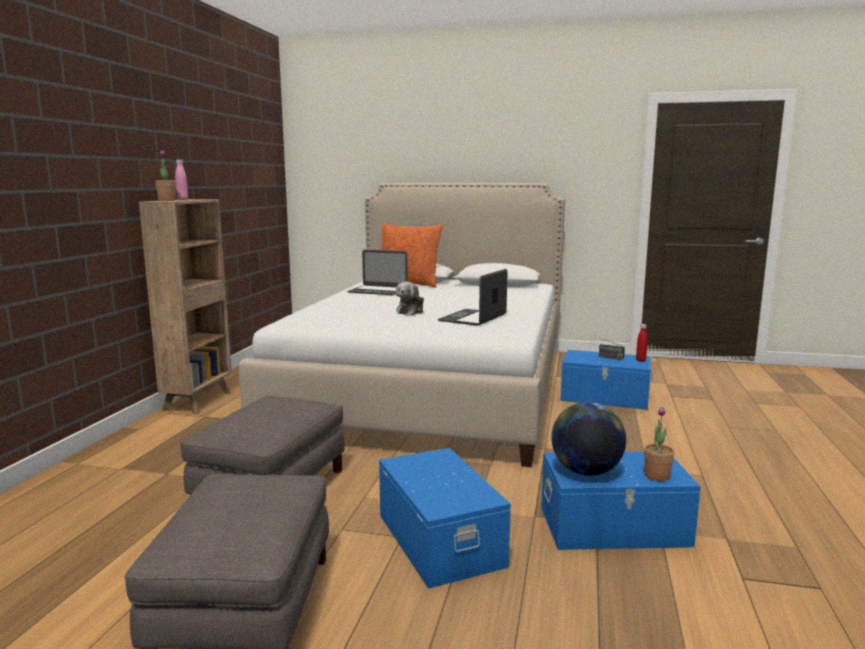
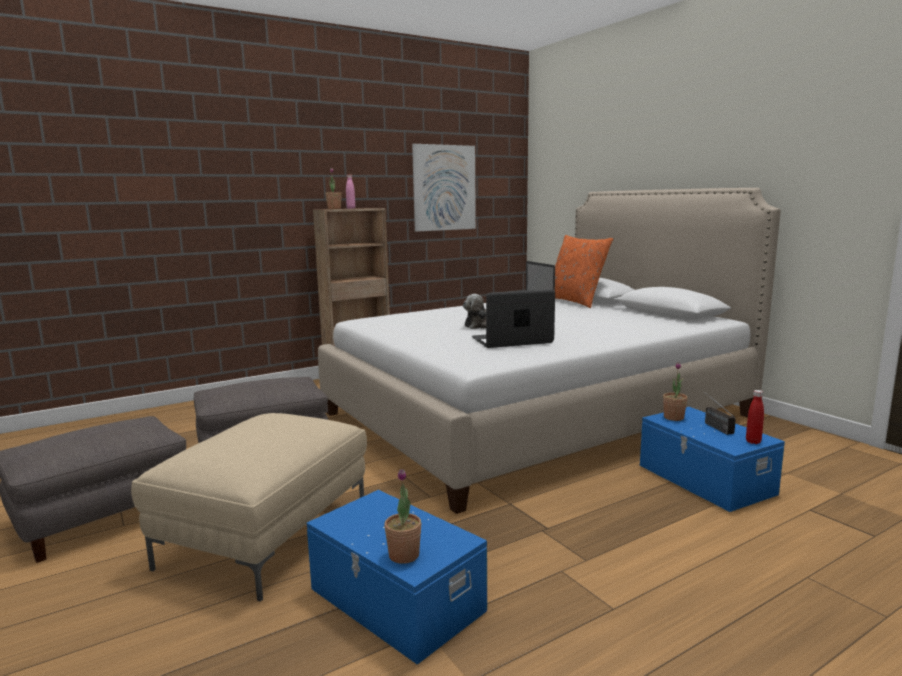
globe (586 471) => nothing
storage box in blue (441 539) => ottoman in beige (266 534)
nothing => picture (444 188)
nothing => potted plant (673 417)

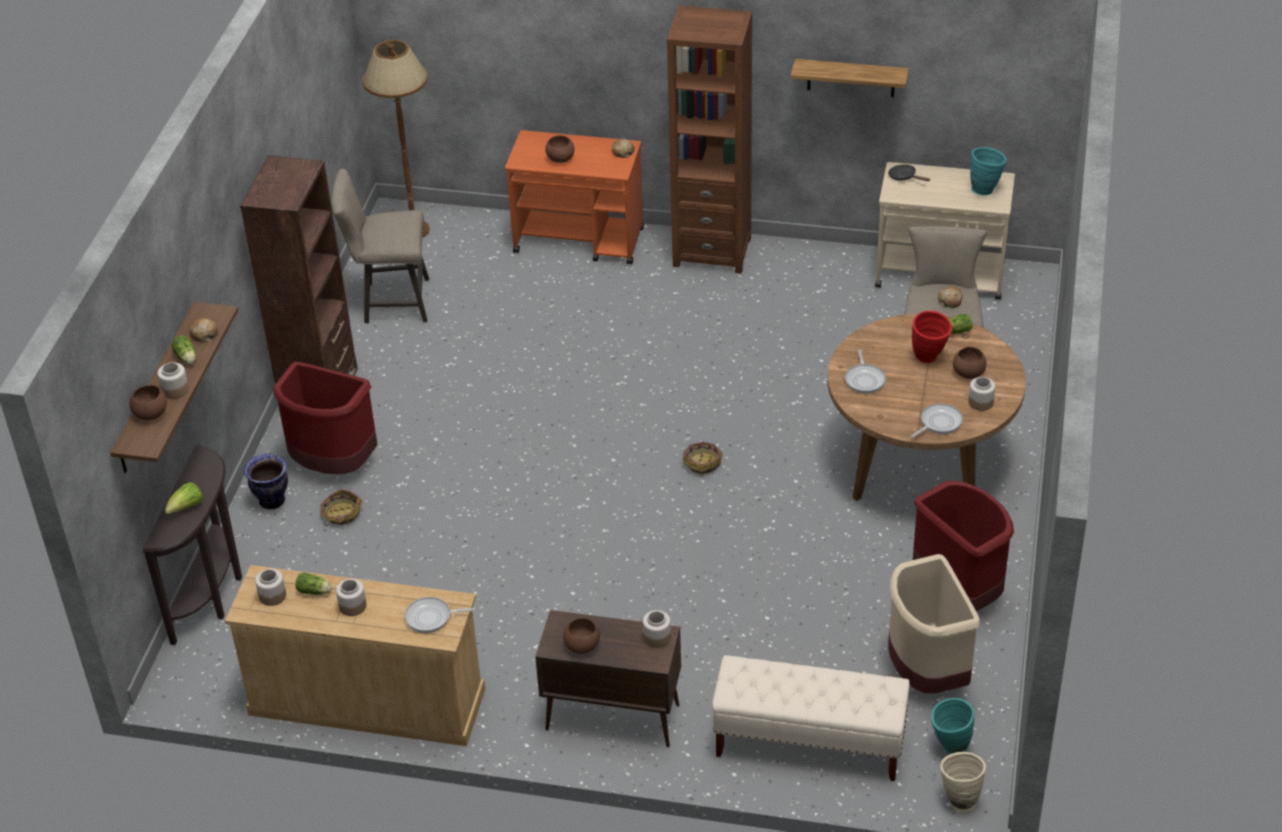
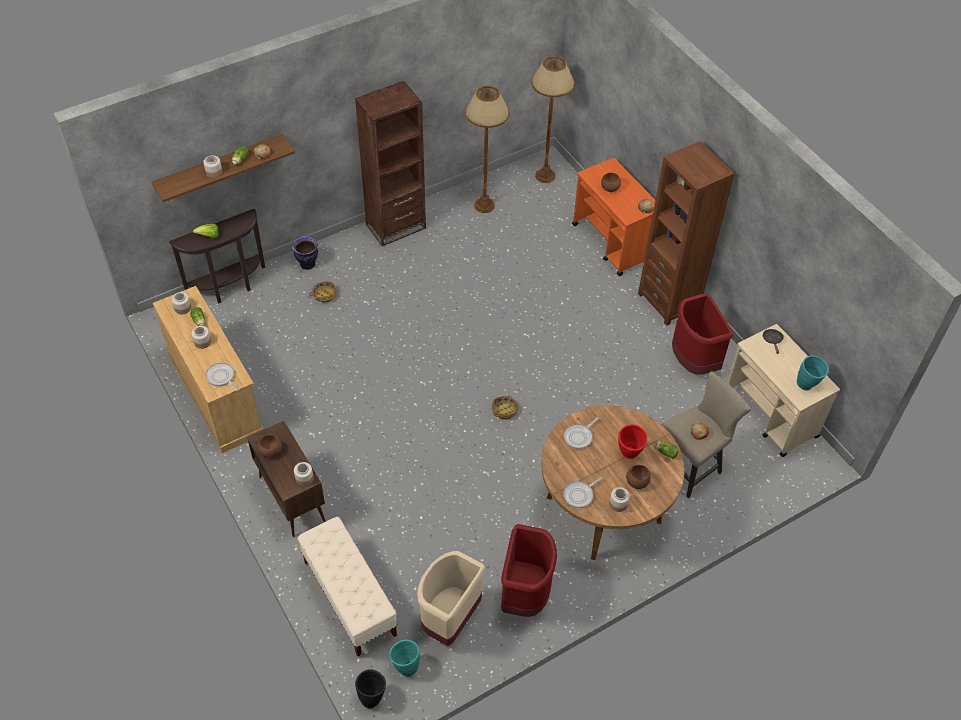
shelf (851 78) => nothing
stool in beige (390 302) => floor lamp in brown (484 205)
trash can in red (333 464) => trash can in red (693 361), moved
bowl in brown (151 413) => nothing
frying pan (938 423) => frying pan (580 495), 135 degrees clockwise
vase in beige (959 798) => vase in black (372 696)

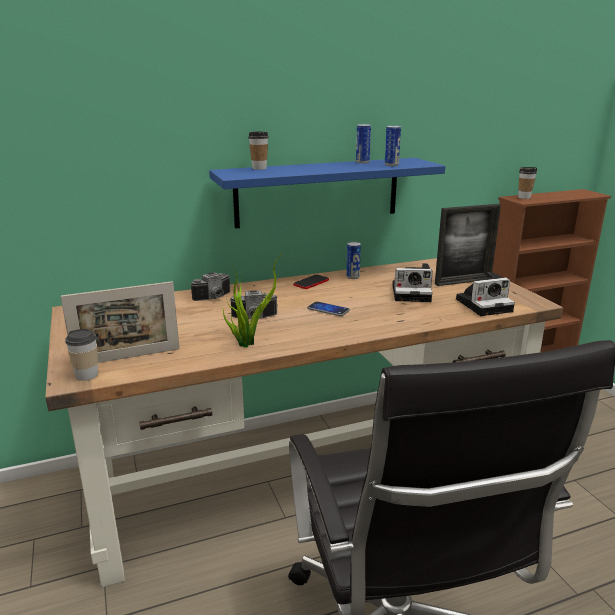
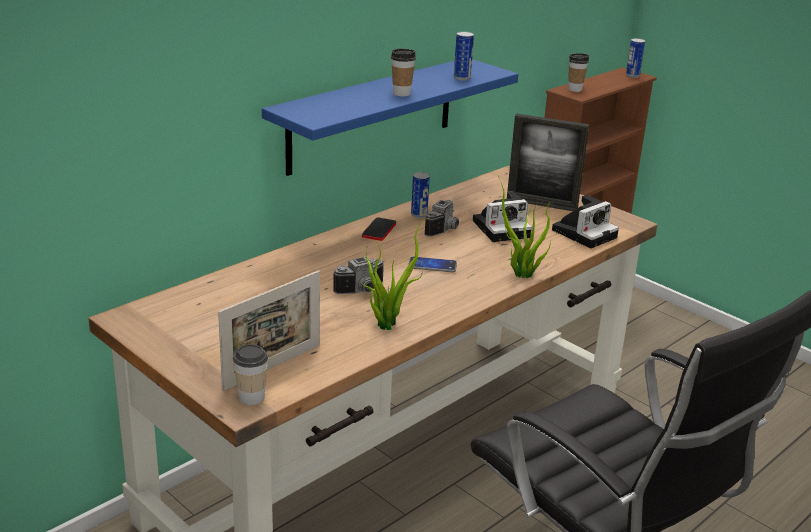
can (362 162) => can (632 75), moved
cup (259 168) => cup (401 93), moved
picture frame (463 281) => picture frame (541 204), 60 degrees clockwise
photo camera (214 298) => photo camera (445 230), moved
nothing => potted plant (521 275)

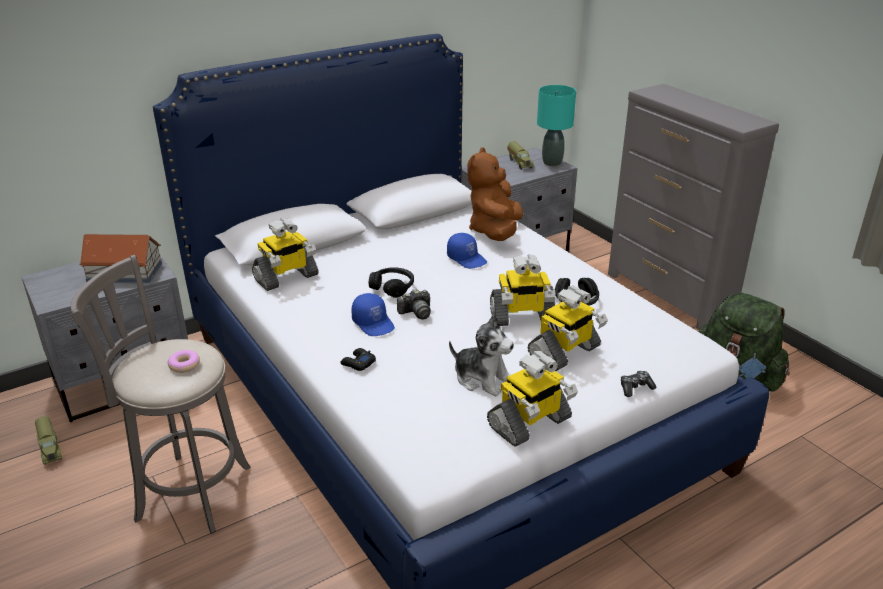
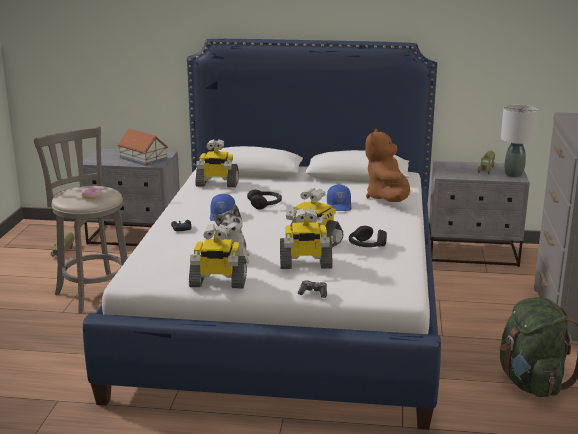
table lamp in turquoise (552 163) => table lamp in grey (513 175)
plush toy in brown (495 231) => plush toy in brown (388 199), 45 degrees counterclockwise
photo camera (416 313) => nothing

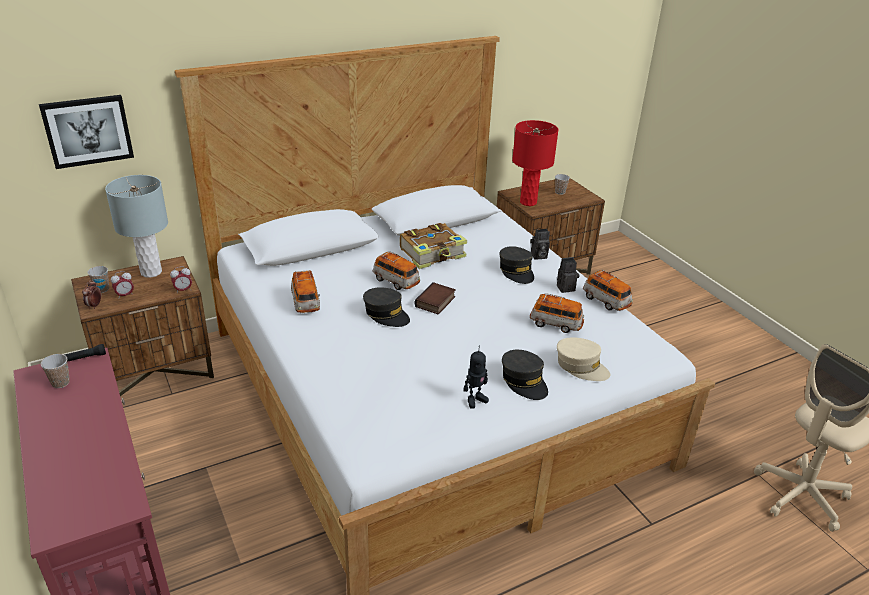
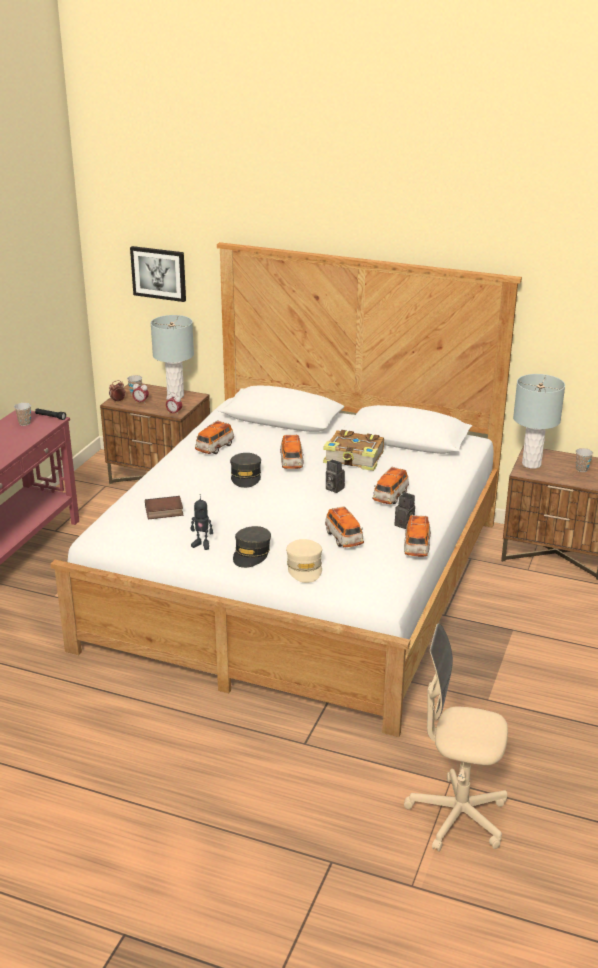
table lamp in red (528 202) => table lamp in grey (531 464)
photo camera (538 256) => photo camera (333 488), moved
cap in grey (516 271) => toy car (390 497)
book (436 302) => book (163 512), moved

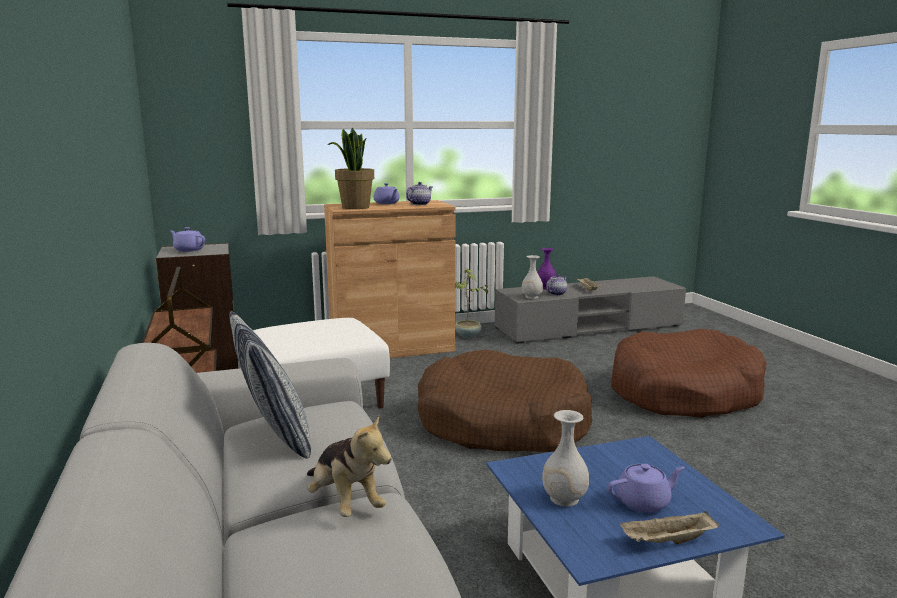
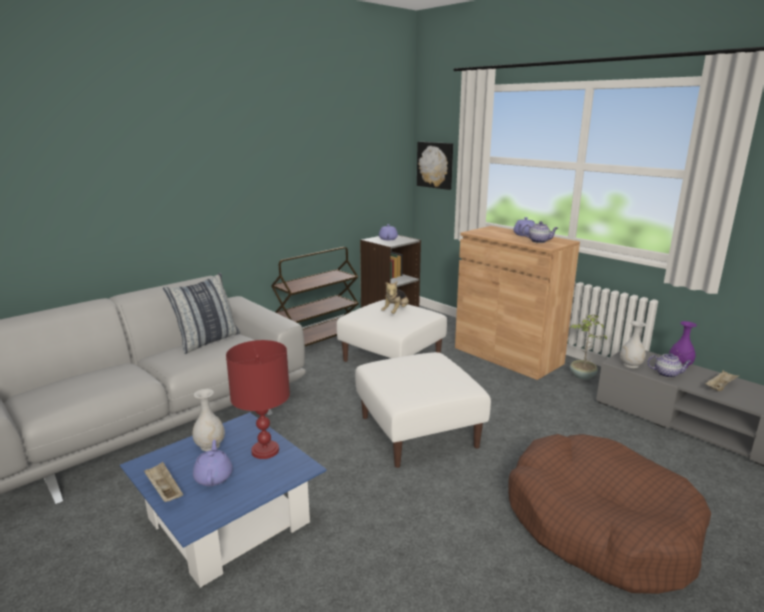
potted plant (355 207) => nothing
dog bed in brown (502 423) => ottoman in white (419 432)
plush toy (345 503) => plush toy (396 312), moved
teapot in purple (644 502) => teapot in purple (214 477), 150 degrees counterclockwise
nothing => picture (435 165)
nothing => table lamp in red (265 451)

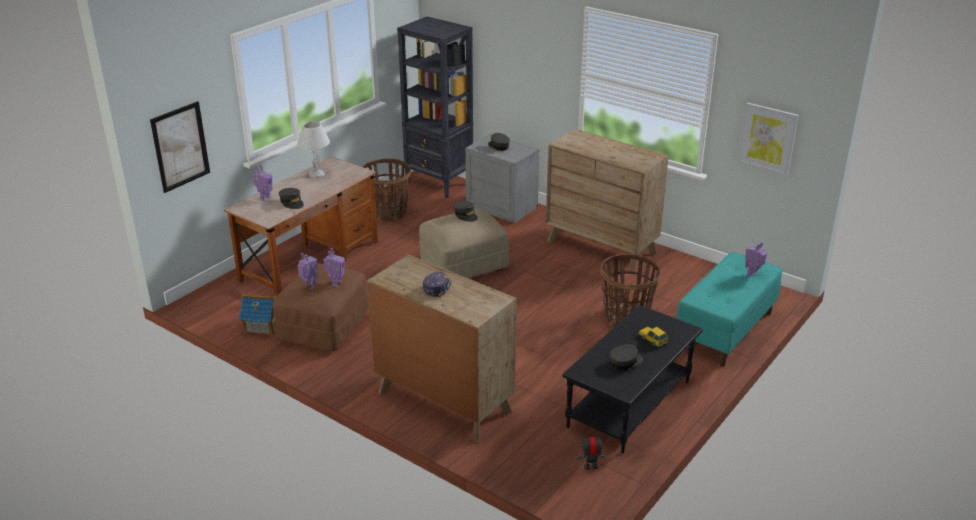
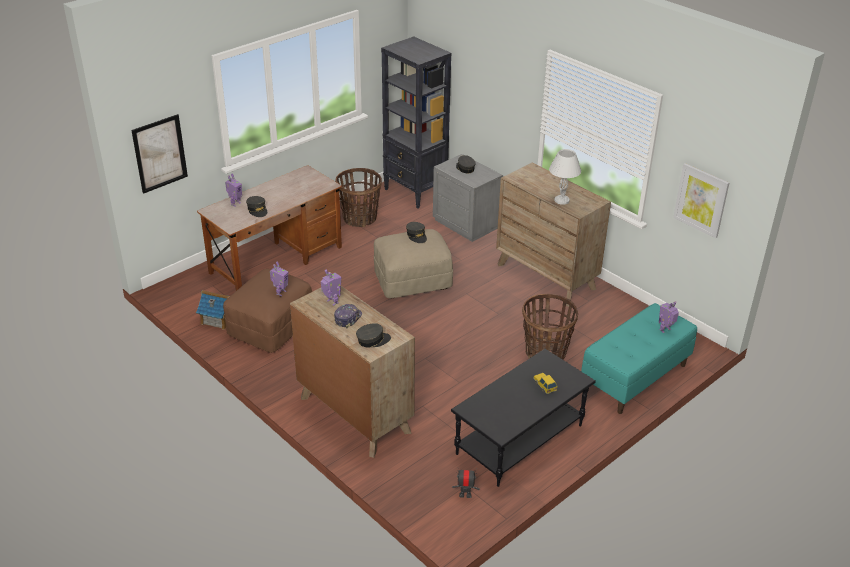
table lamp in white (316 174) => table lamp in white (561 200), moved
toy robot (309 286) => toy robot (332 302), moved
cap in grey (625 362) => cap in grey (373 340), moved

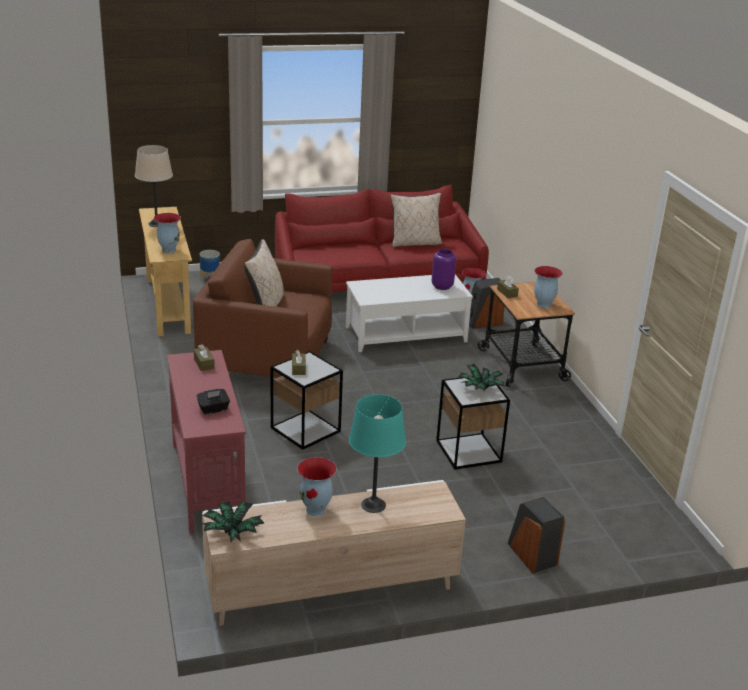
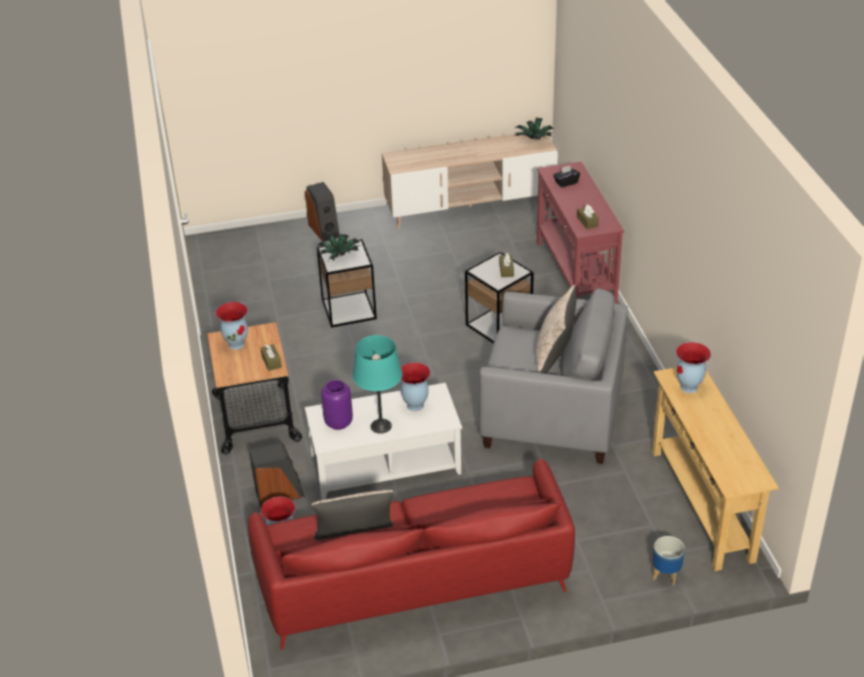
table lamp in beige (156 224) => nothing
armchair in brown (266 359) => armchair in grey (551 413)
table lamp in turquoise (373 505) => table lamp in turquoise (381 426), moved
vase (316 510) => vase (414 405), moved

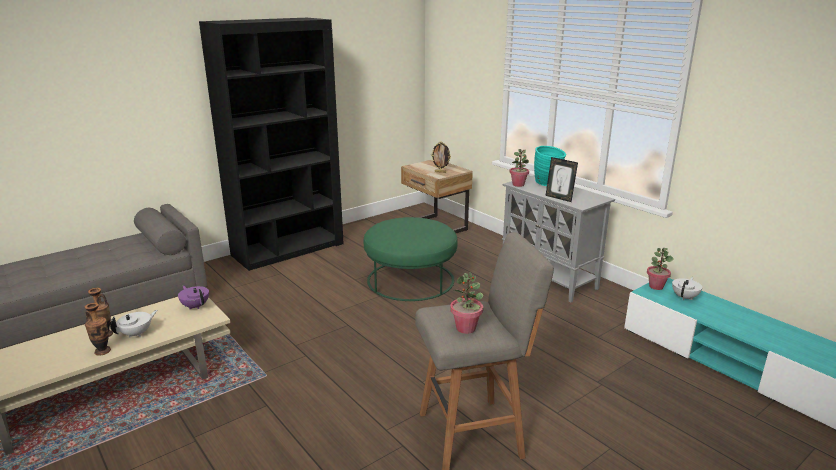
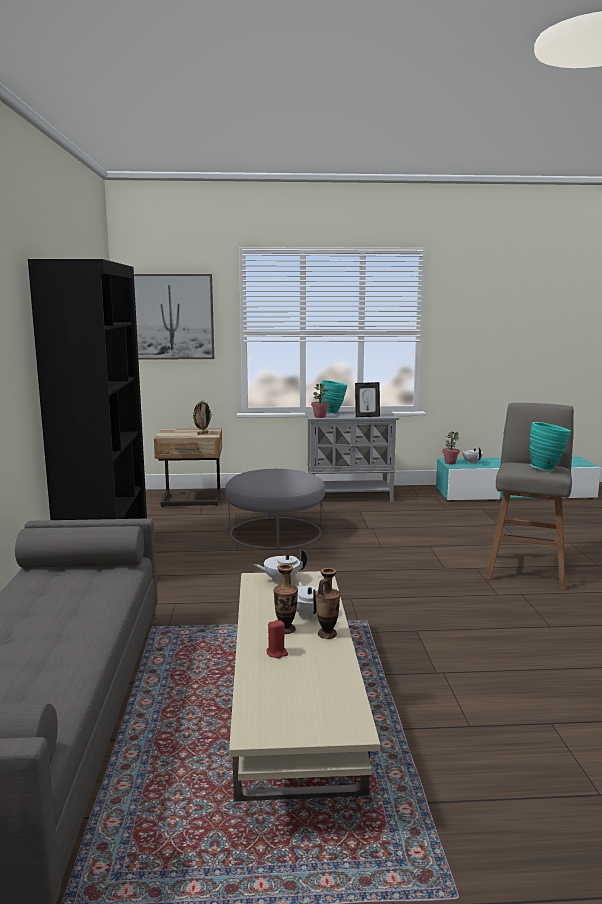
ottoman in green (410 280) => ottoman in grey (275 532)
potted plant (466 328) => vase in turquoise (547 469)
teapot in purple (195 306) => teapot in white (281 580)
nothing => picture (171 317)
nothing => candle in red (277 653)

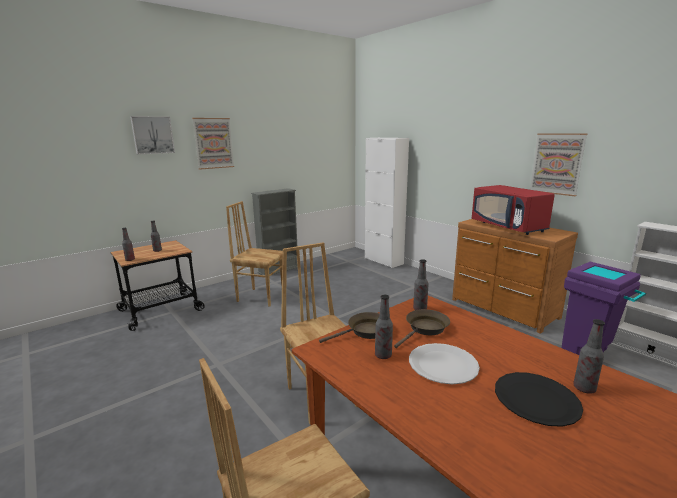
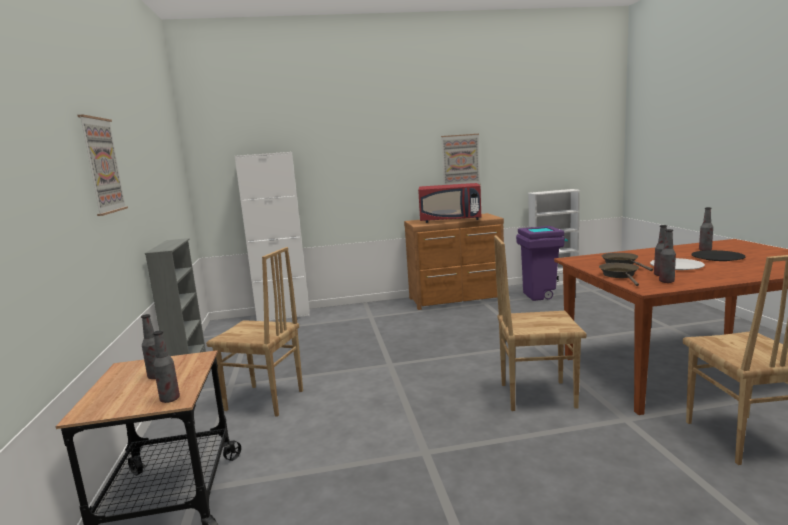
picture (152 135) => nothing
chair in brown (261 297) => chair in brown (264 401), 120 degrees counterclockwise
bottle (420 309) => bottle (666 281), moved

